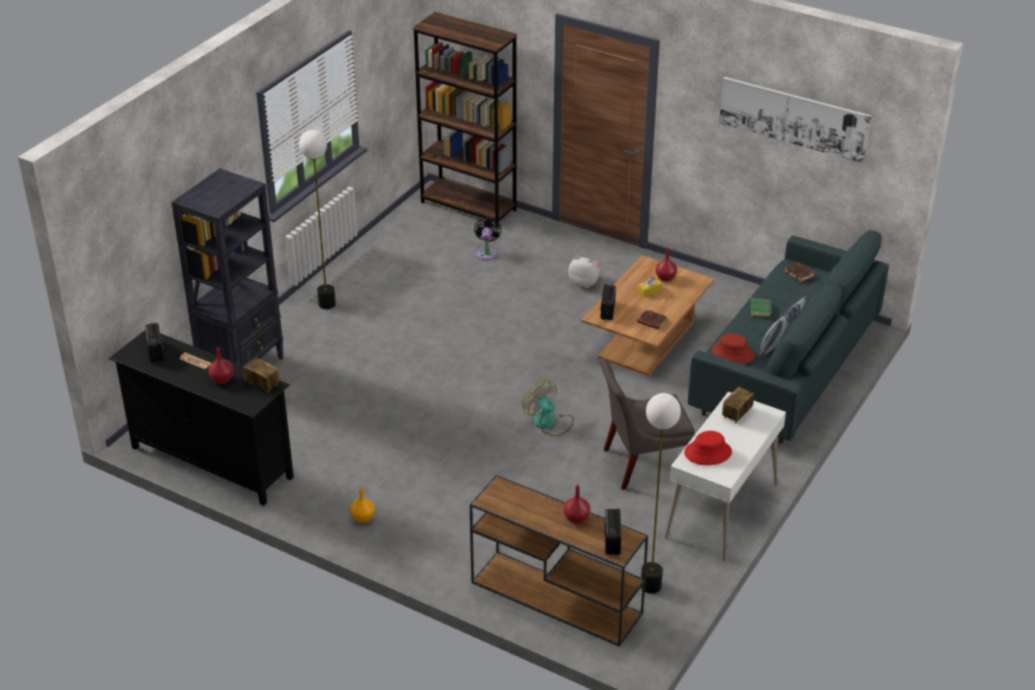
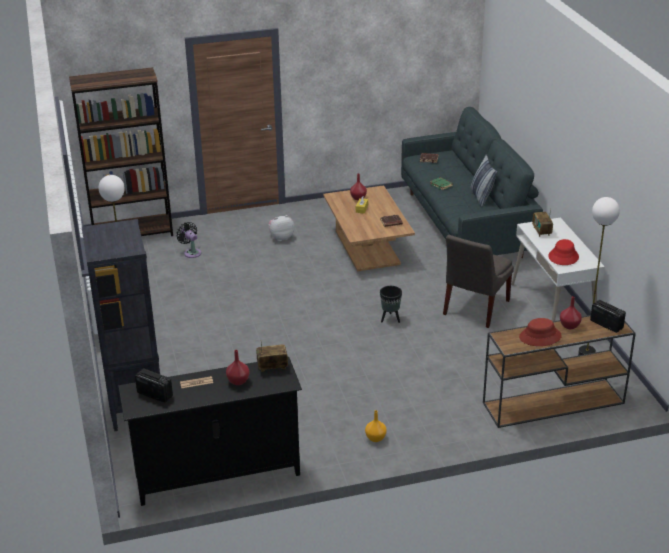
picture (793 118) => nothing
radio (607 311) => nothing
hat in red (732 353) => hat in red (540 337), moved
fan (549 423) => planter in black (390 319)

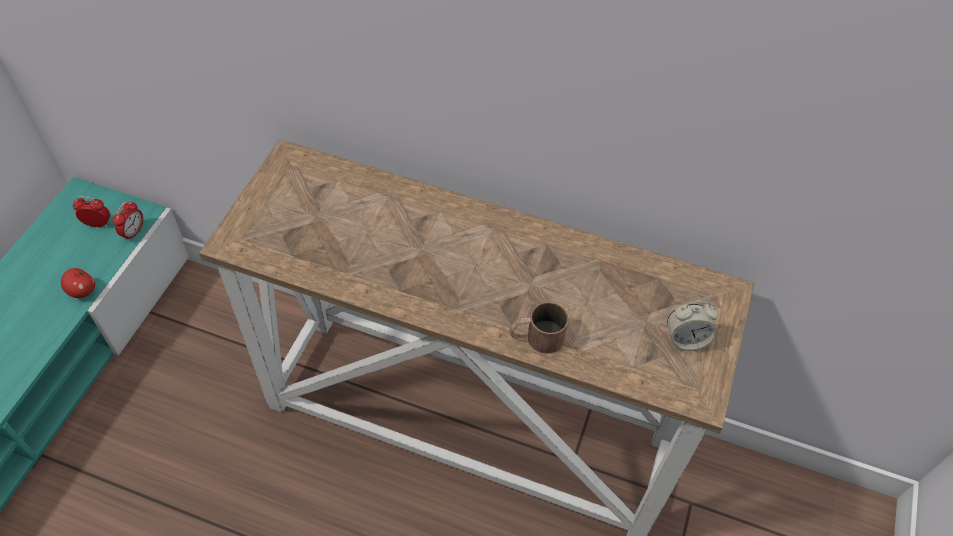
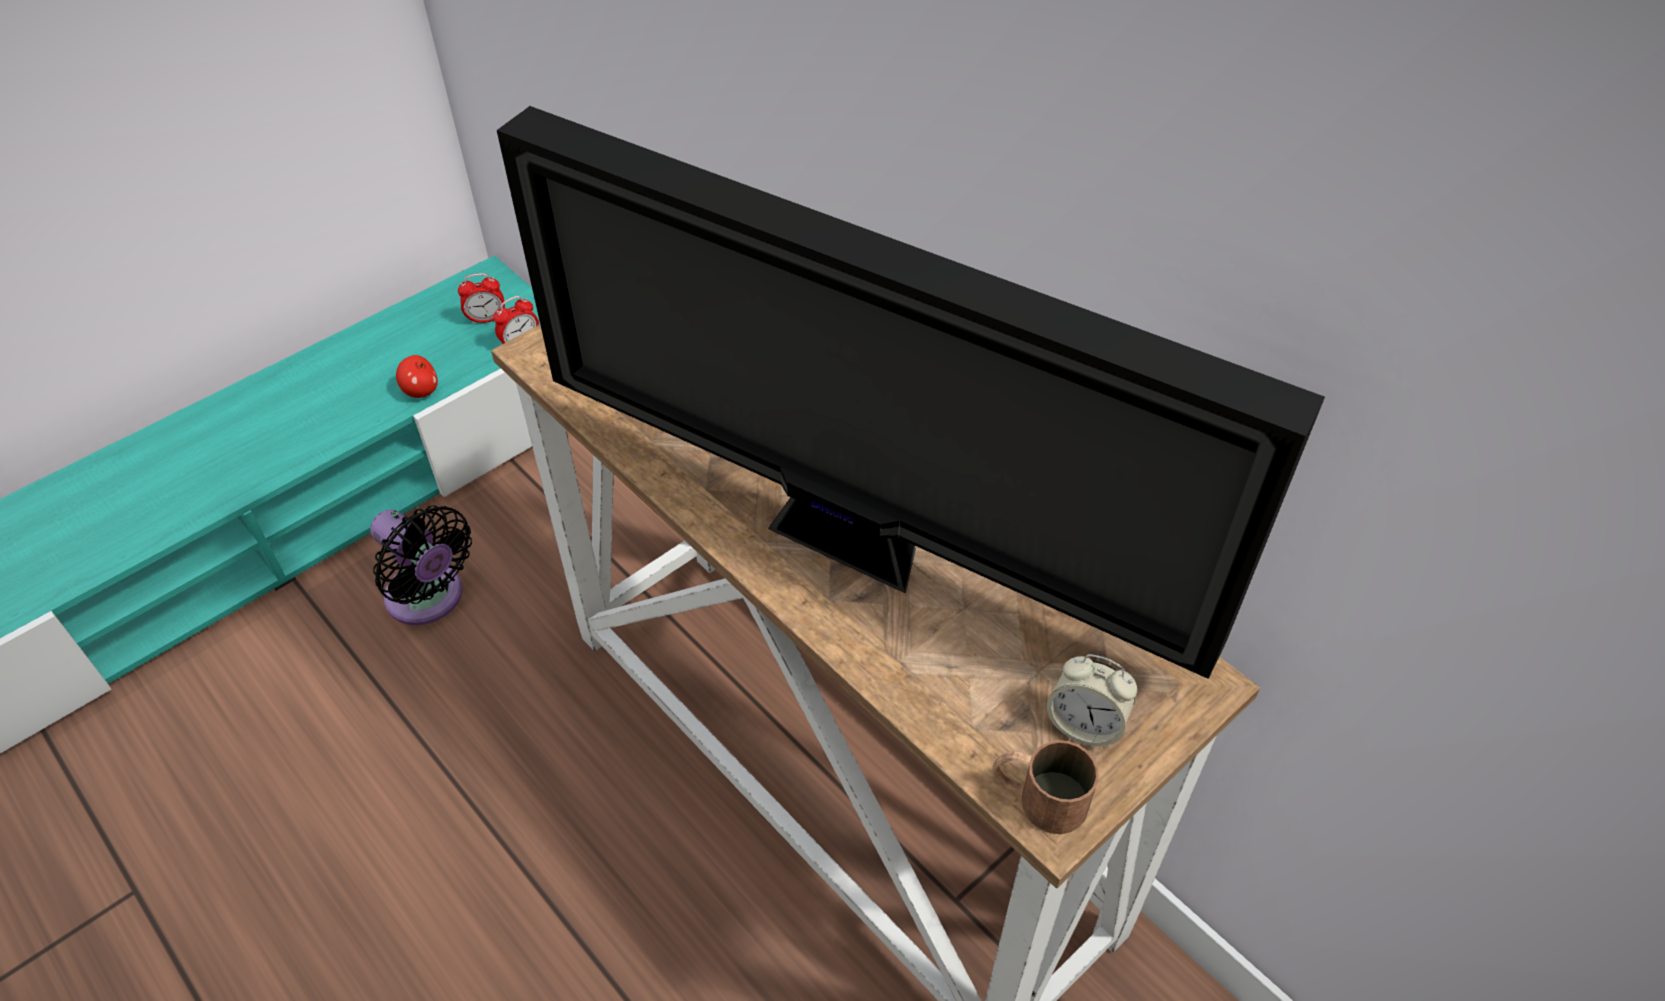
alarm clock (98 224) => alarm clock (487 319), 135 degrees clockwise
mug in brown (536 338) => mug in brown (1038 797), moved
nothing => television (856 550)
nothing => fan in black (429 599)

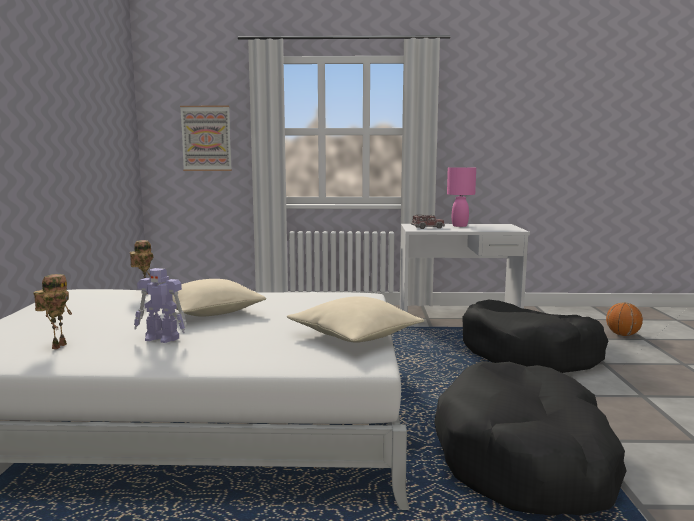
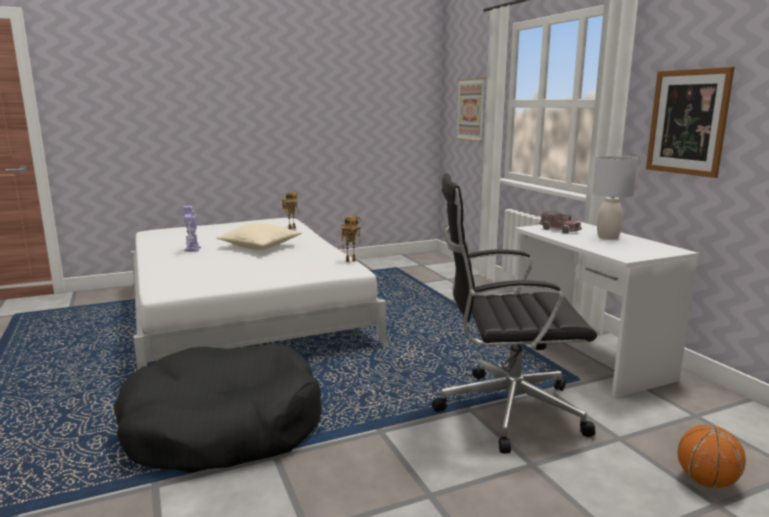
table lamp in pink (459 226) => table lamp in grey (608 237)
toy robot (58 346) => toy robot (351 260), moved
pillow in beige (355 336) => nothing
dog bed in black (529 354) => office chair in black (505 410)
nothing => picture (687 122)

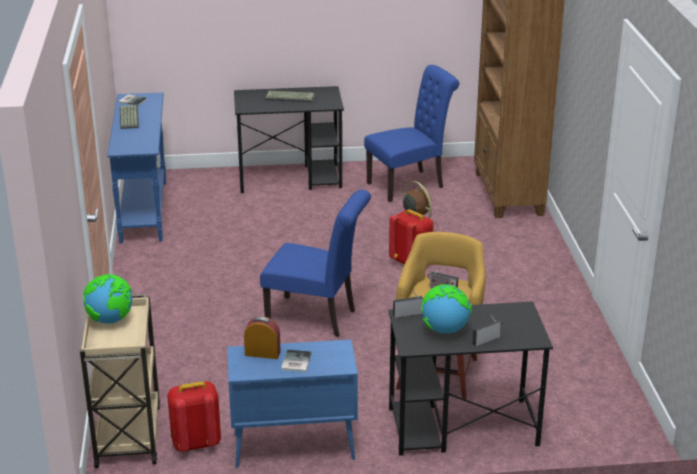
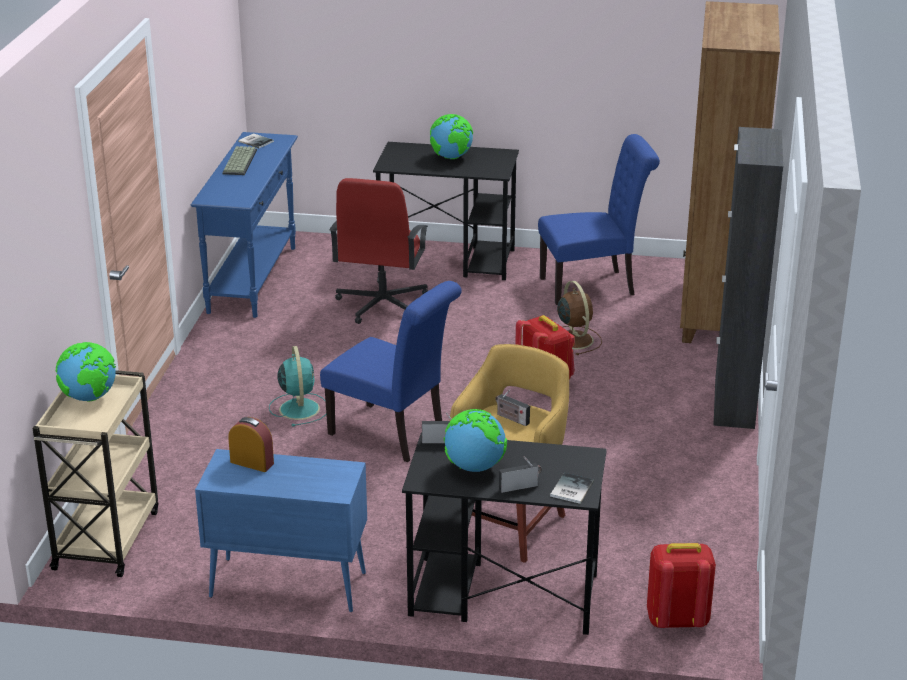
keyboard (291 97) => globe (452 157)
book (295 362) => book (570 489), moved
backpack in red (195 443) => backpack in red (676 620), moved
nothing => cabinet in black (734 403)
nothing => office chair in red (381 304)
nothing => fan in turquoise (299 408)

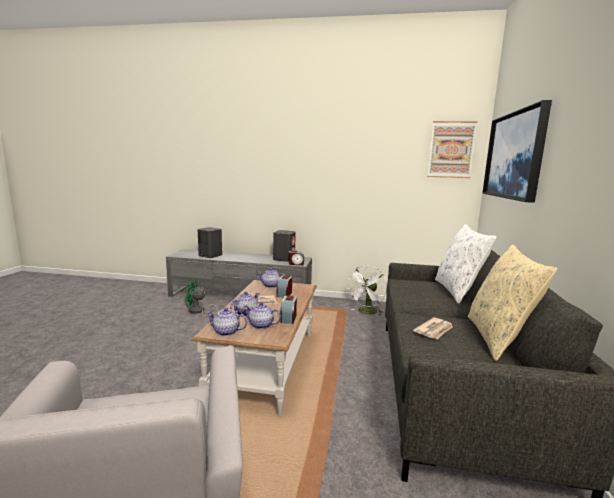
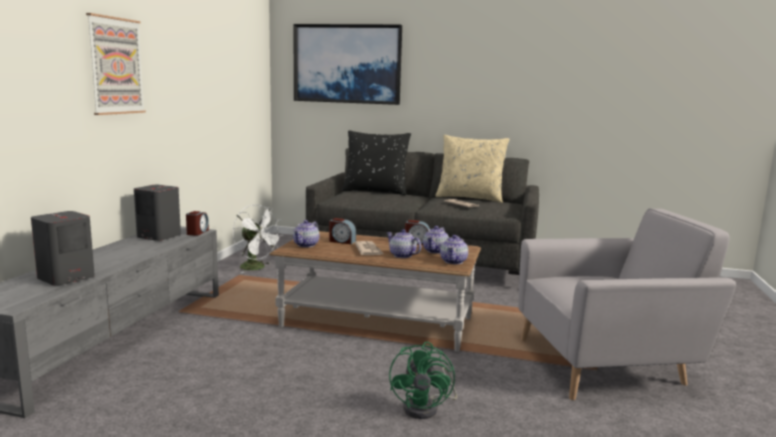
picture (451 150) => picture (116 66), moved
pillow in white (458 291) => pillow in black (375 191)
fan in green (198 312) => fan in green (427 408), moved

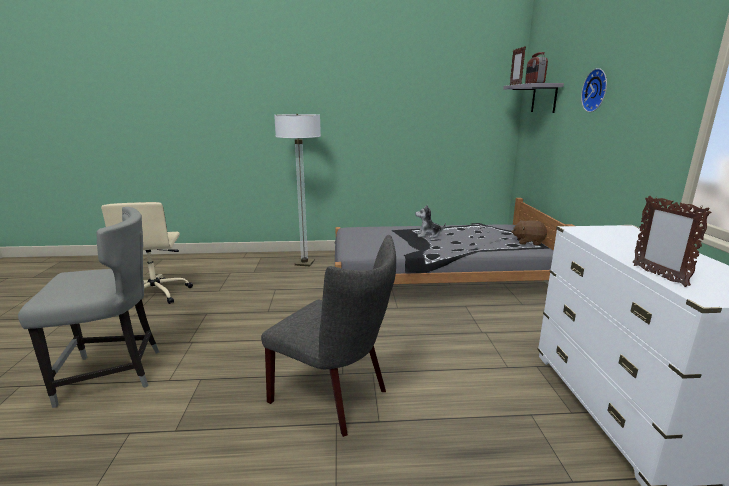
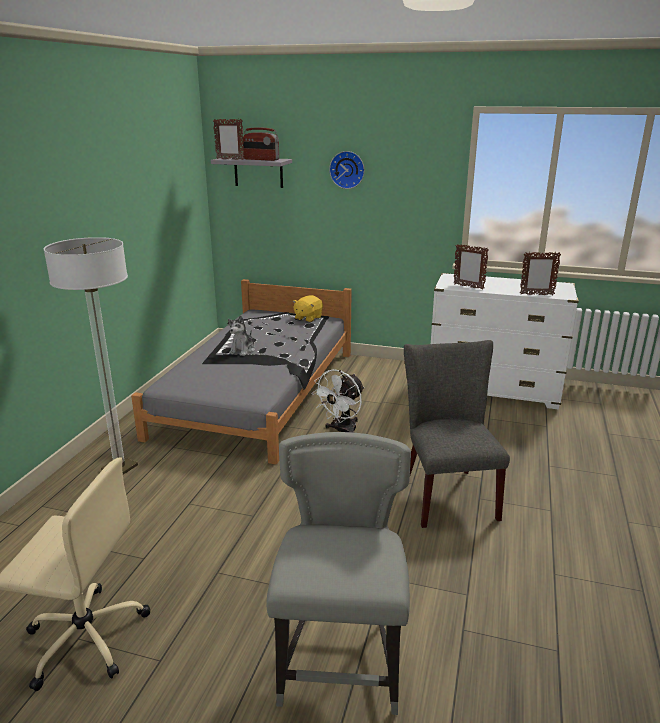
plush toy in brown (528 242) => plush toy in yellow (308 318)
chair in grey (335 397) => chair in grey (446 493), 60 degrees counterclockwise
nothing => picture frame (468 287)
nothing => fan in white (341 431)

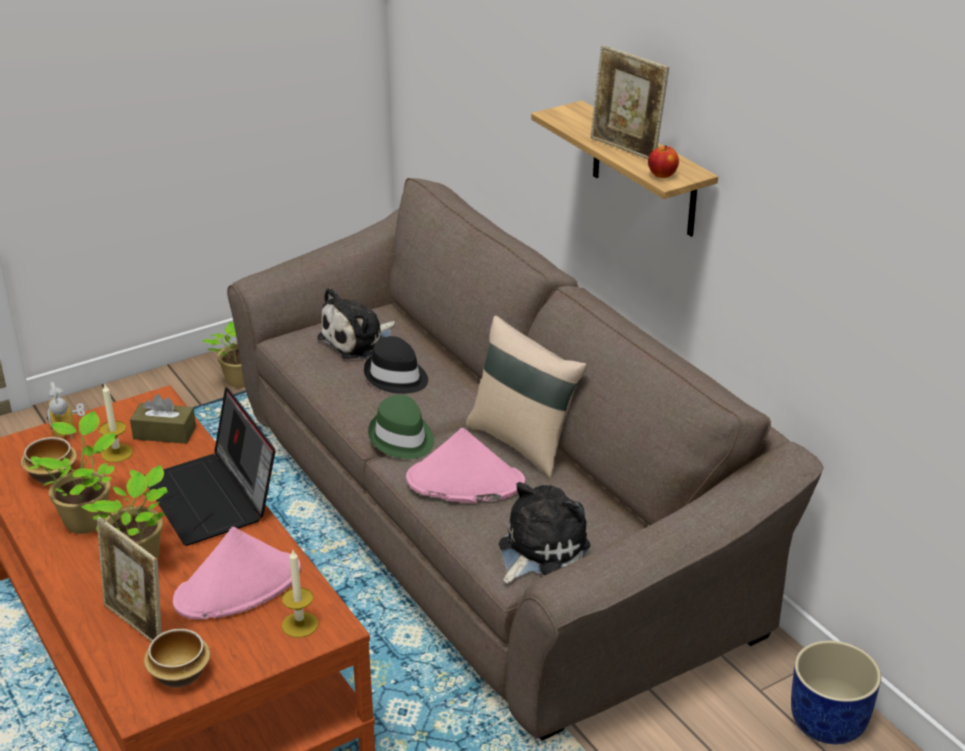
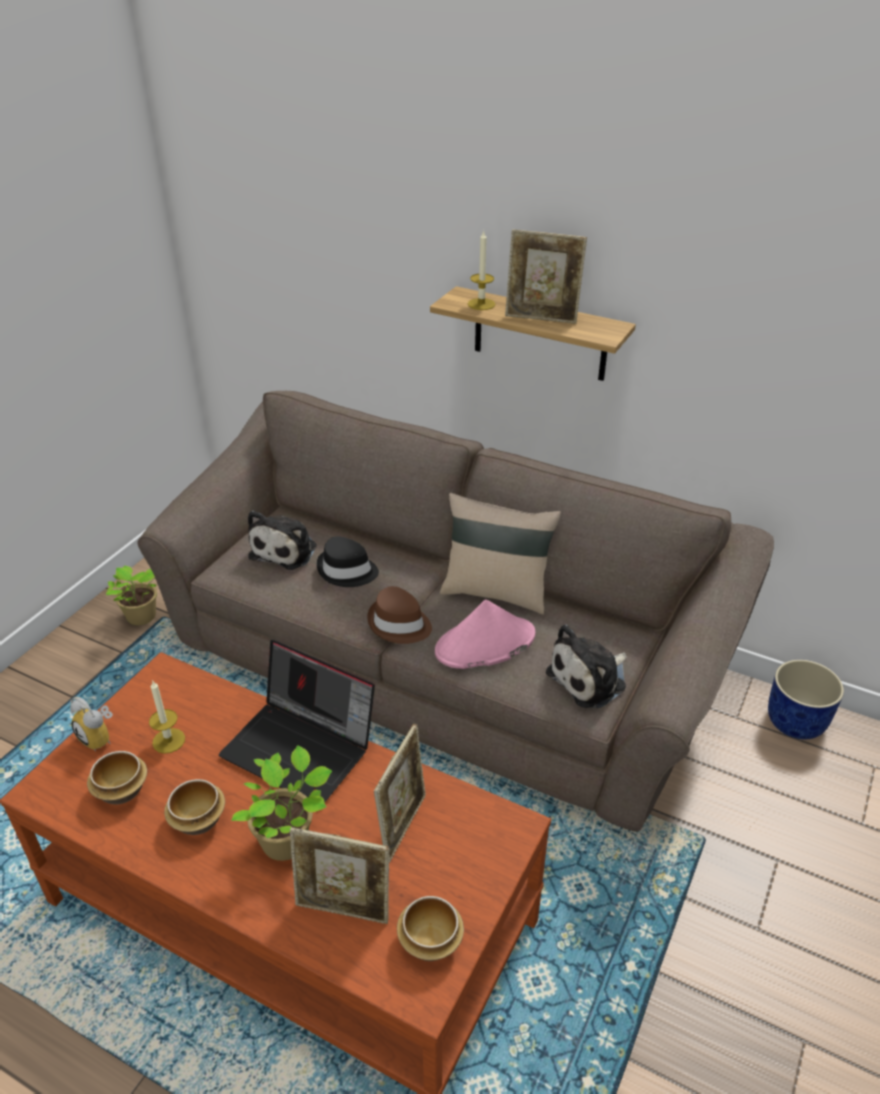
apple (662 175) => nothing
tissue box in brown (164 433) => nothing
hat in green (402 438) => hat in brown (399 624)
potted plant (87 518) => bowl (198 821)
plush toy (539 549) => plush toy (590 679), 135 degrees counterclockwise
hat in pink (238 587) => picture frame (403 826)
candle (300 624) => candle (481 304), moved

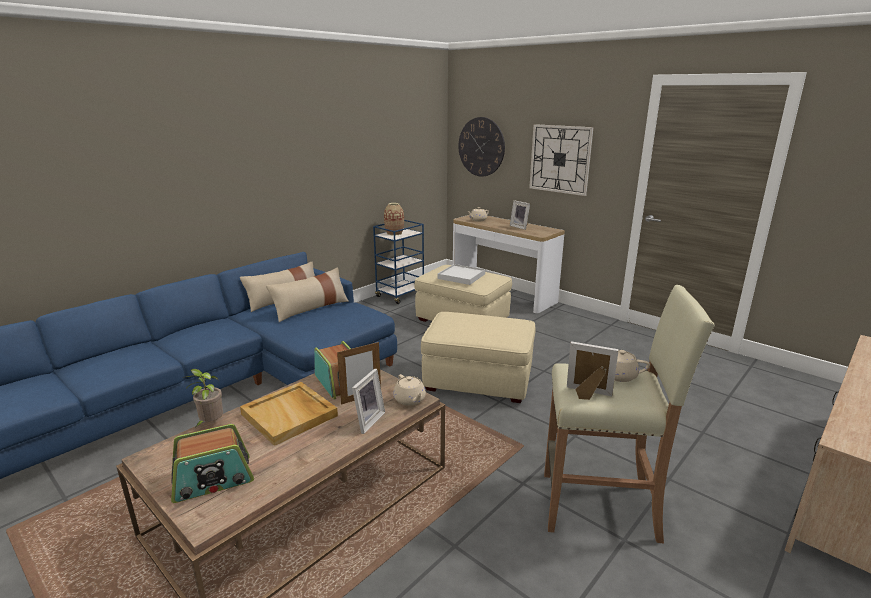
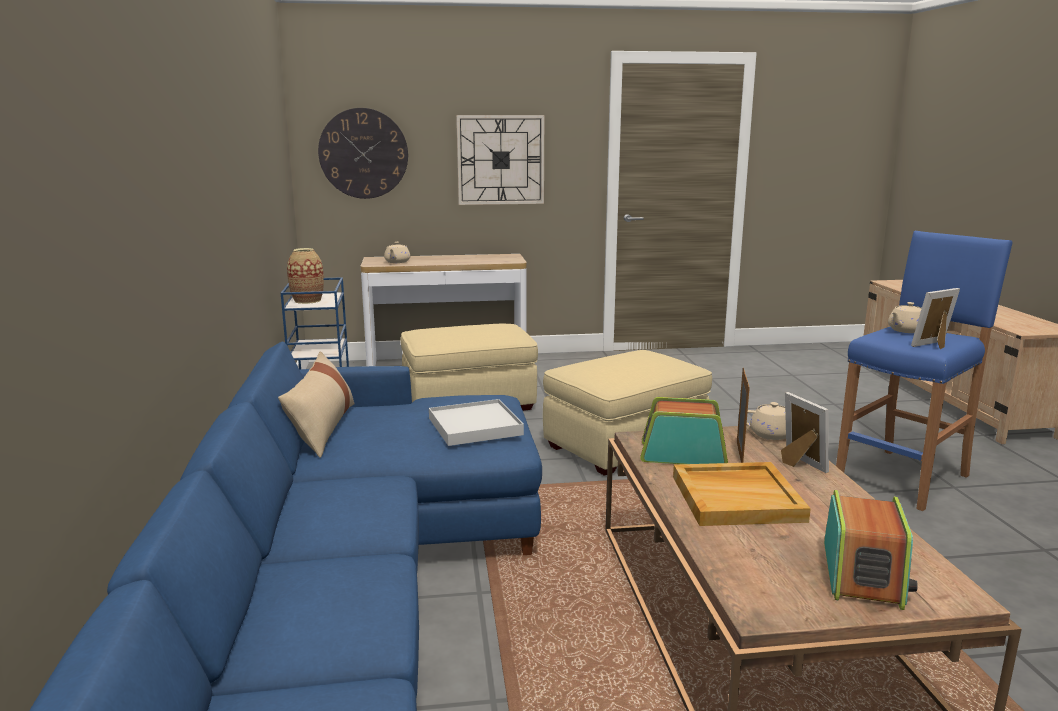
picture frame (520 227) => nothing
tray in white (461 276) => tray in white (474 426), moved
pillow in beige (311 308) => nothing
stool in beige (600 507) => stool in blue (904 478)
potted plant (210 424) => nothing

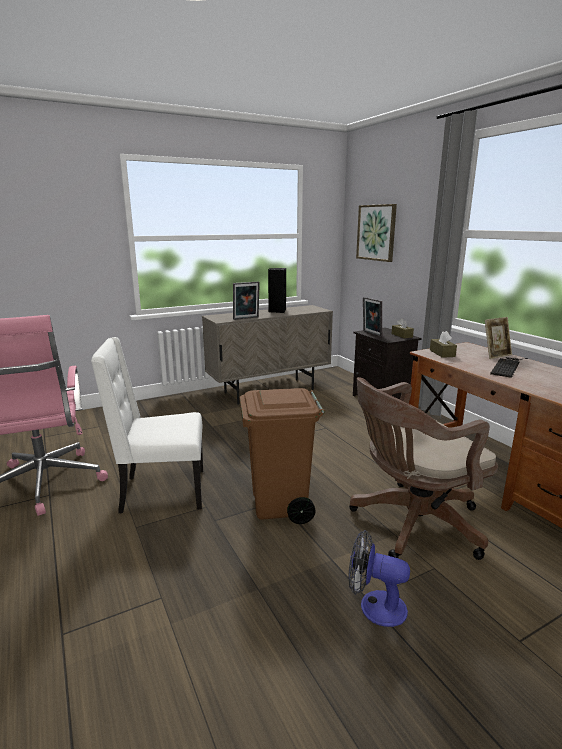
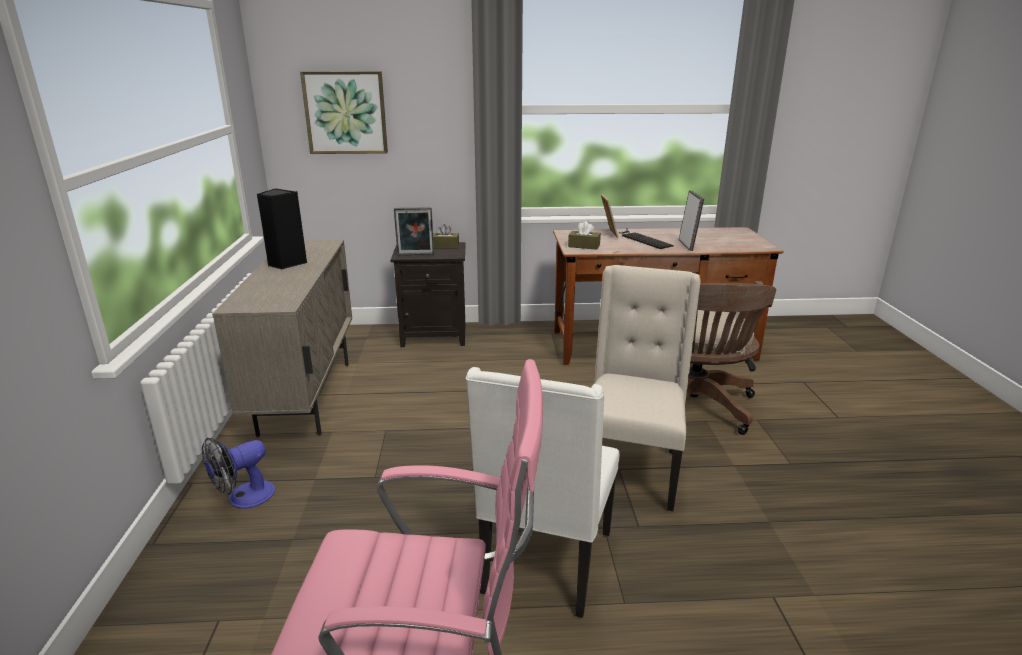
picture frame (246 318) => picture frame (688 245), moved
trash can in brown (280 505) => chair in beige (629 470)
fan (374 606) => fan (243 498), moved

